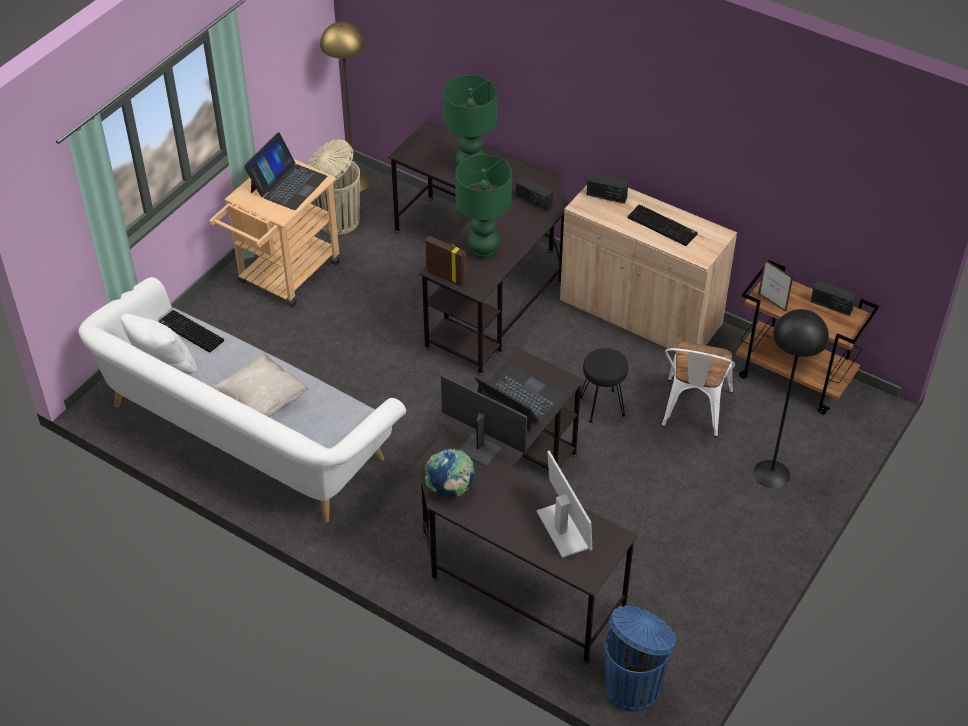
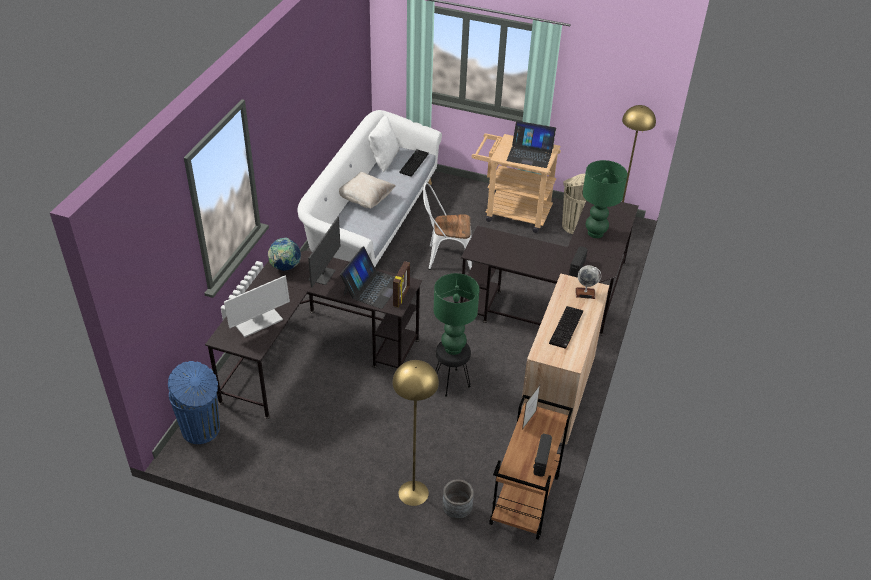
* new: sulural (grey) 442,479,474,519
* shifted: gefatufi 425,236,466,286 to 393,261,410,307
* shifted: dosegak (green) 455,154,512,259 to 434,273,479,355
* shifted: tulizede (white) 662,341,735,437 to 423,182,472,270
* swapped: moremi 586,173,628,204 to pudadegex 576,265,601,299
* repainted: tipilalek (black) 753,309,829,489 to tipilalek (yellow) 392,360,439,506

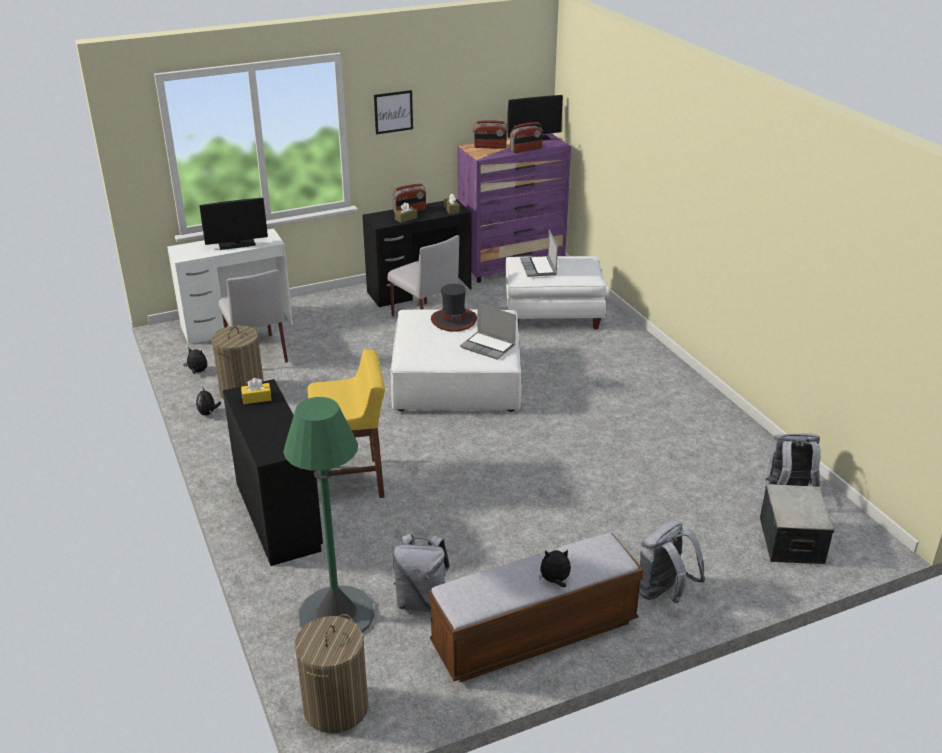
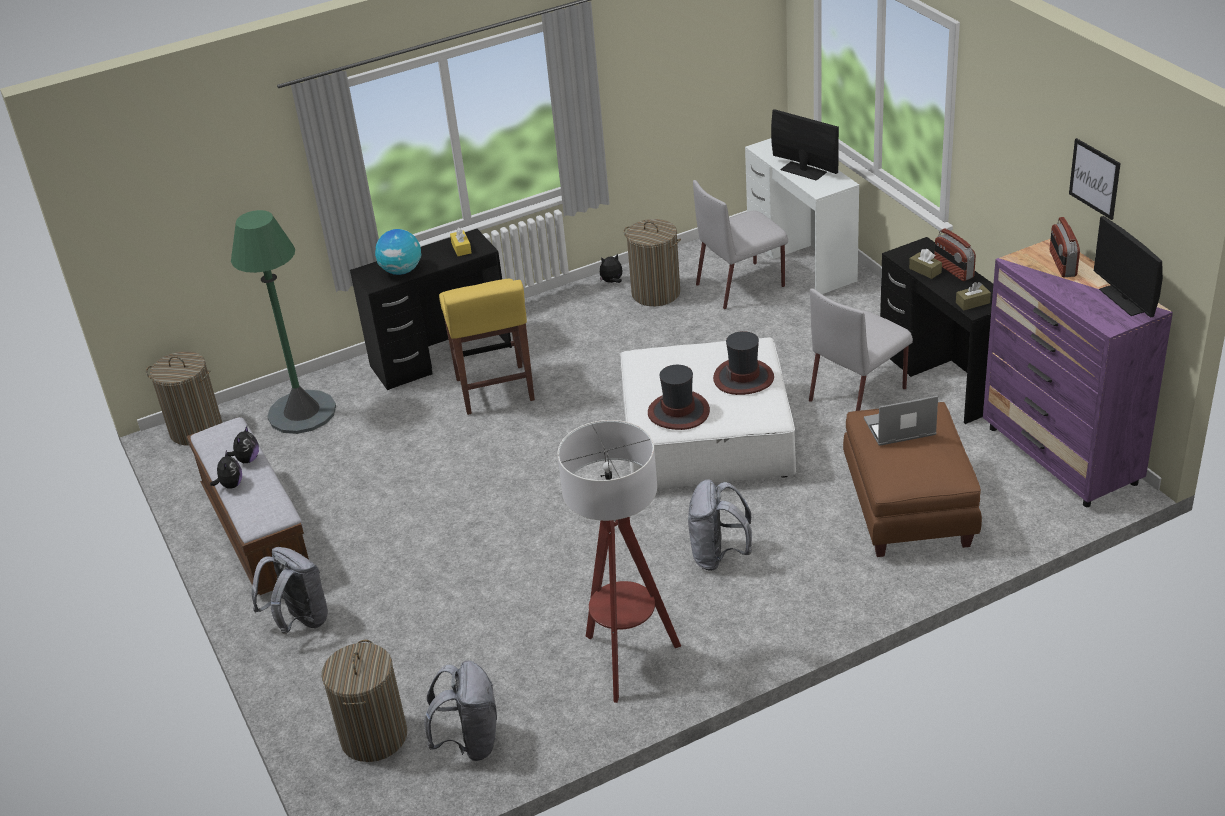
* gone: moremi 510,122,543,153
* new: pudadegex 375,229,422,275
* new: tipilalek 557,420,681,703
* shifted: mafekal 184,348,207,374 to 227,426,259,463
* shifted: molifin 374,90,413,135 to 1069,138,1121,220
* shifted: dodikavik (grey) 392,534,450,612 to 688,479,752,571
* swapped: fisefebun 460,303,516,360 to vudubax 648,365,710,430
* swapped: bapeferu 760,484,834,564 to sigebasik 322,640,407,762
* repainted: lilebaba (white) 505,256,606,329 to lilebaba (brown) 843,402,982,557
* rotated: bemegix 199,198,268,250 = 771,109,839,181 150 degrees clockwise

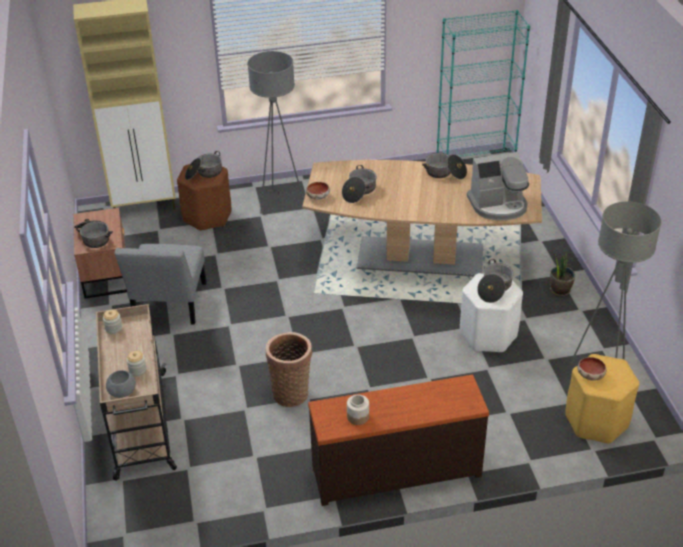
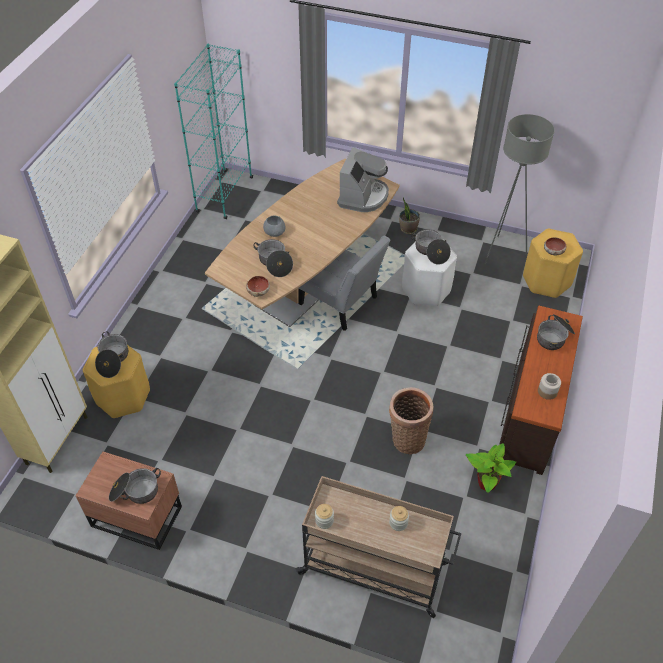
* gone: tipilalek (grey) 247,51,304,214
* new: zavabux 466,443,516,493
* shifted: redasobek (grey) 106,370,136,398 to 263,216,285,237
* shifted: tulizede (grey) 114,244,207,325 to 298,236,390,331
* shifted: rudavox 422,153,467,179 to 537,314,575,350
* repainted: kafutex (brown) 177,164,231,231 to kafutex (yellow) 83,345,150,418

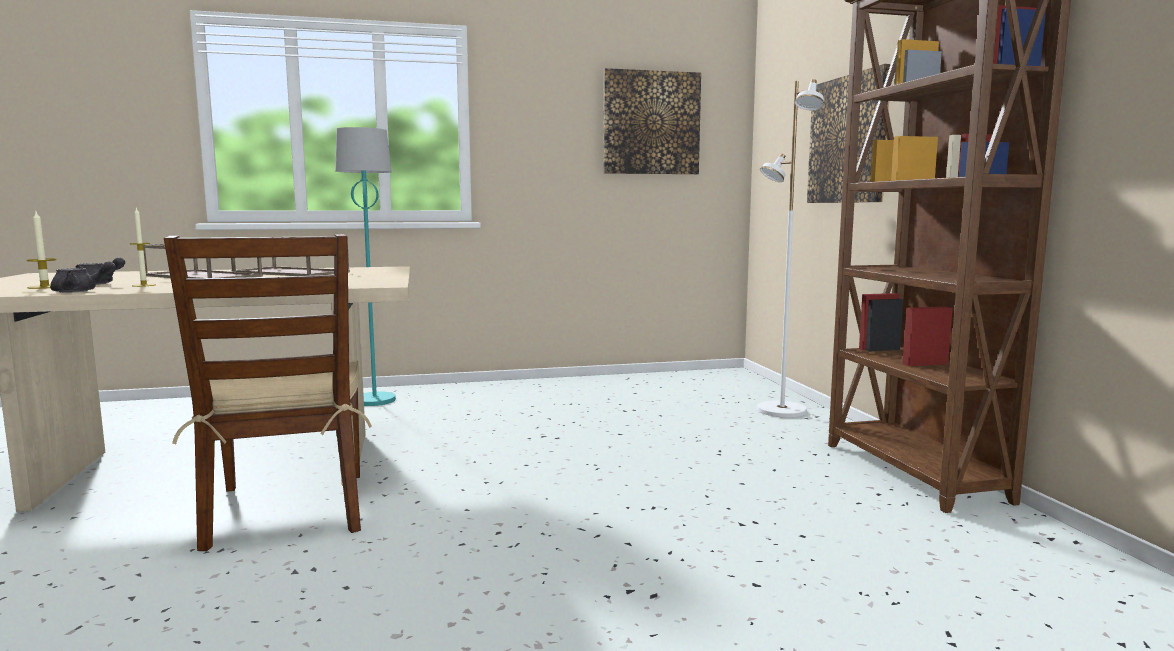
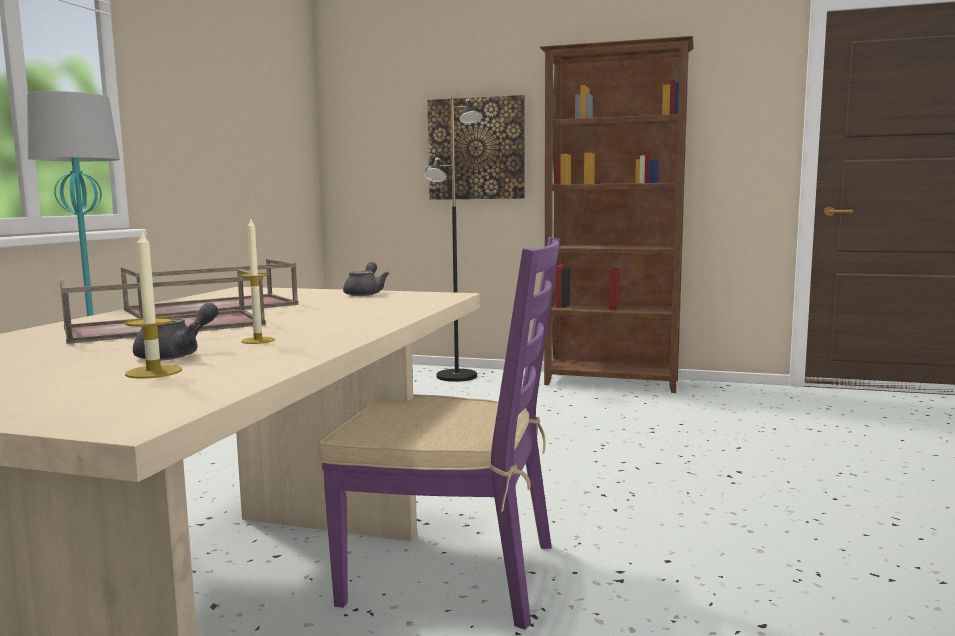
* gone: molifin 603,68,701,174
* shifted: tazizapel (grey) 50,261,116,293 to 343,262,389,296
* repainted: tulizede (brown) 164,234,372,551 to tulizede (purple) 318,237,560,630
* repainted: tipilalek (white) 757,79,824,418 to tipilalek (black) 424,97,483,382

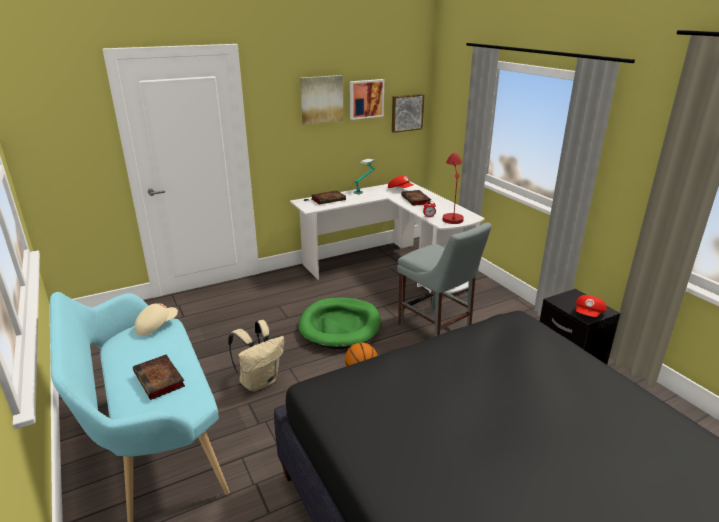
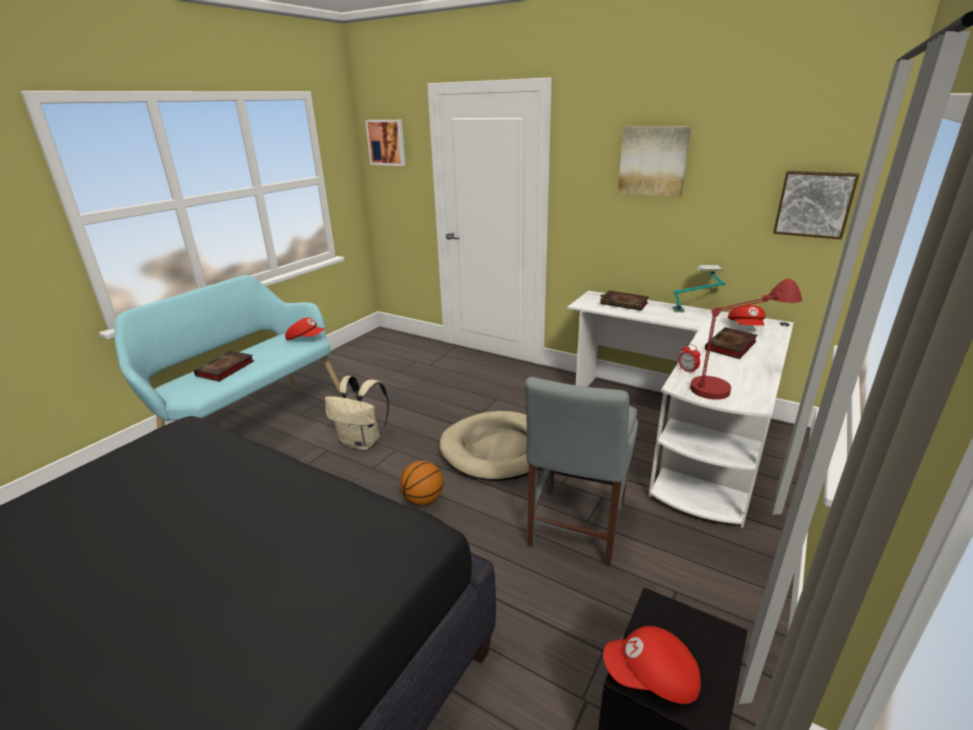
* shifted: molifin 350,79,384,120 to 365,120,406,166
* repainted: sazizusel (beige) 135,303,178,336 to sazizusel (red) 285,318,325,340
* repainted: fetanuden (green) 299,297,381,349 to fetanuden (beige) 440,411,542,481

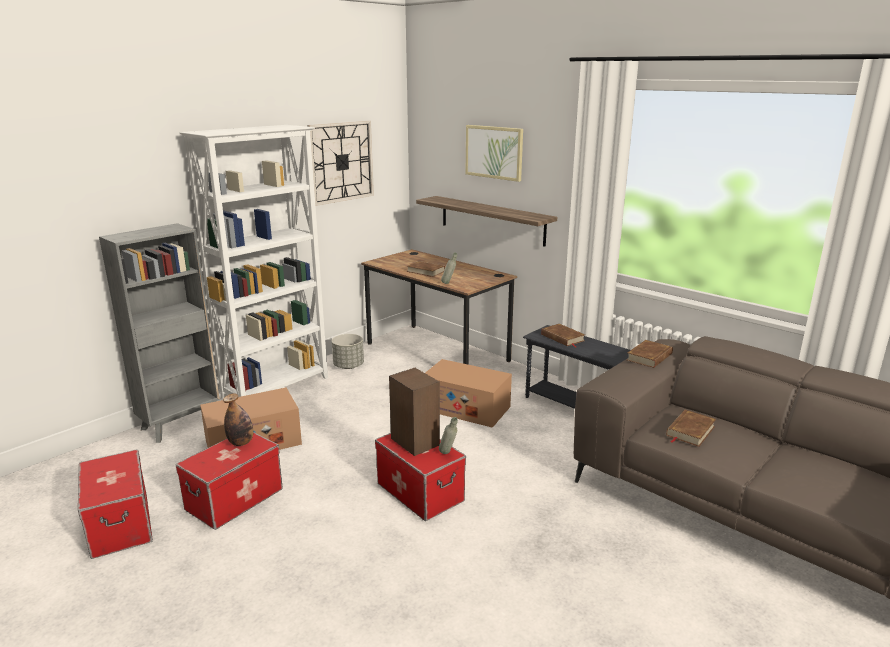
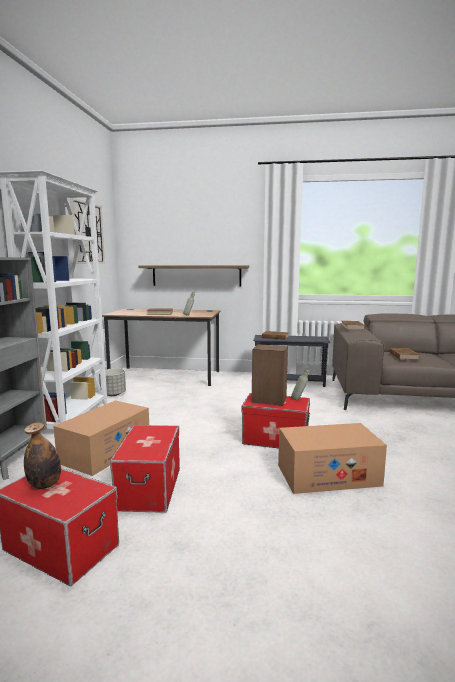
* gone: molifin 466,125,523,182
* shifted: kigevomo 223,393,253,446 to 24,422,61,489
* shifted: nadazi 425,359,512,428 to 278,423,387,494

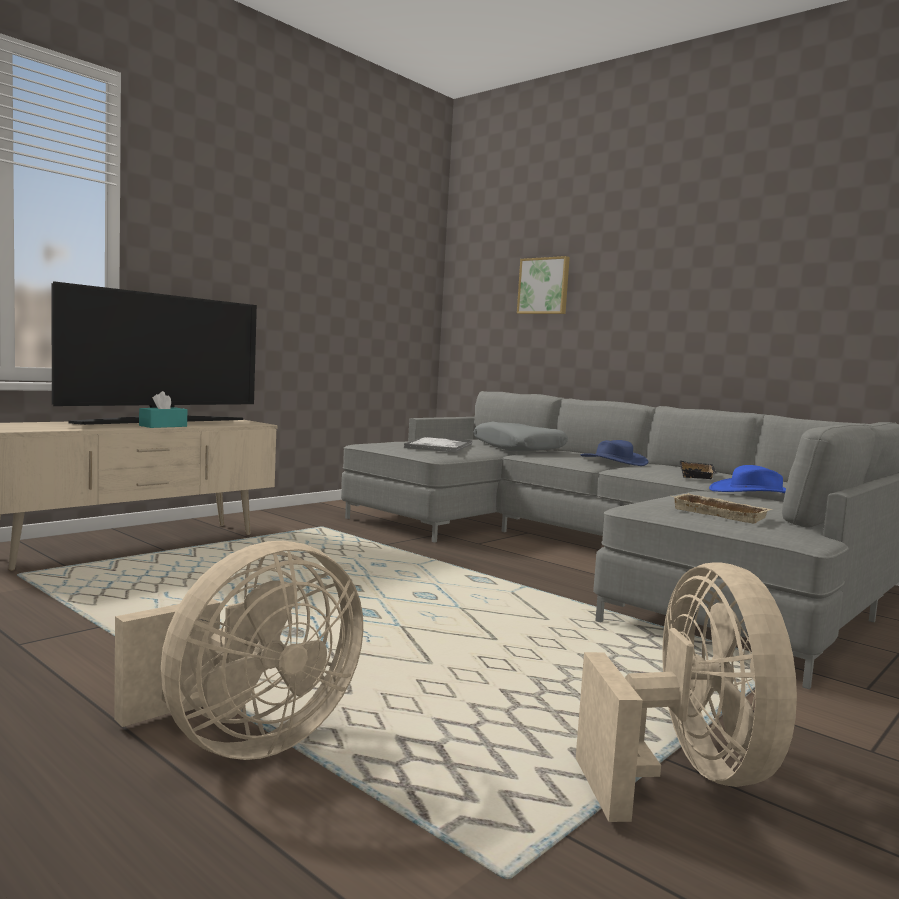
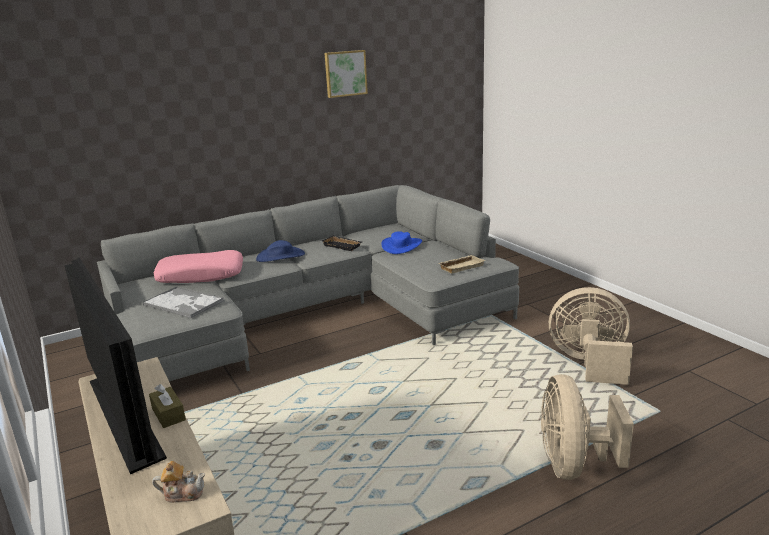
* new: tazizapel 152,461,205,503
* shifted: molifin 517,256,570,314 to 325,50,368,98
* repainted: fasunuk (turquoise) 139,391,187,428 to fasunuk (brown) 149,384,186,428
* repainted: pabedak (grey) 474,422,568,451 to pabedak (pink) 154,250,243,283
* rotated: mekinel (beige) 114,541,363,760 = 541,374,634,480 150 degrees counterclockwise

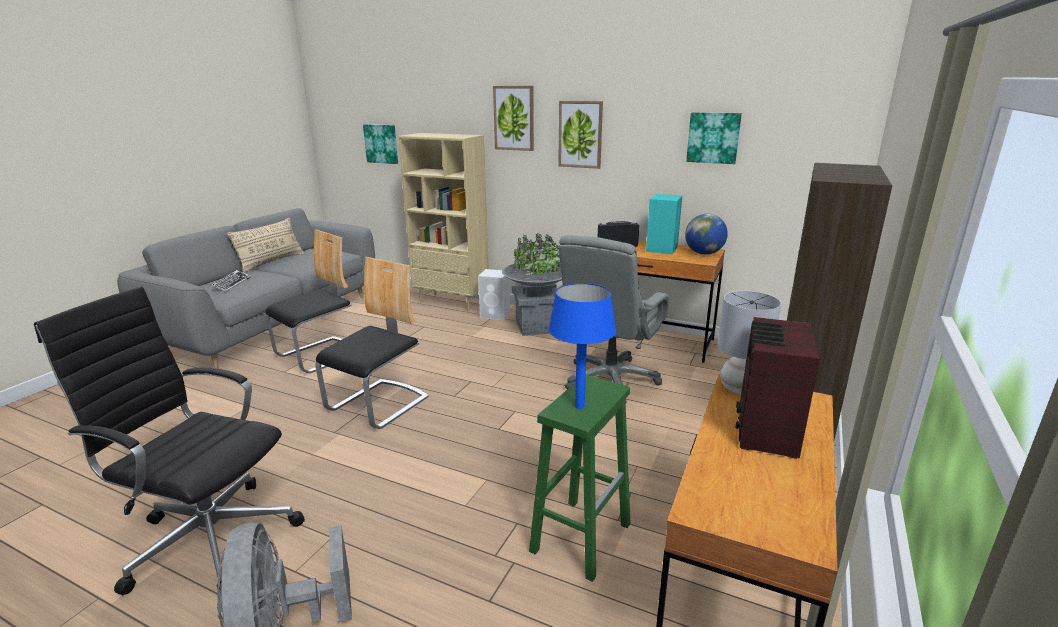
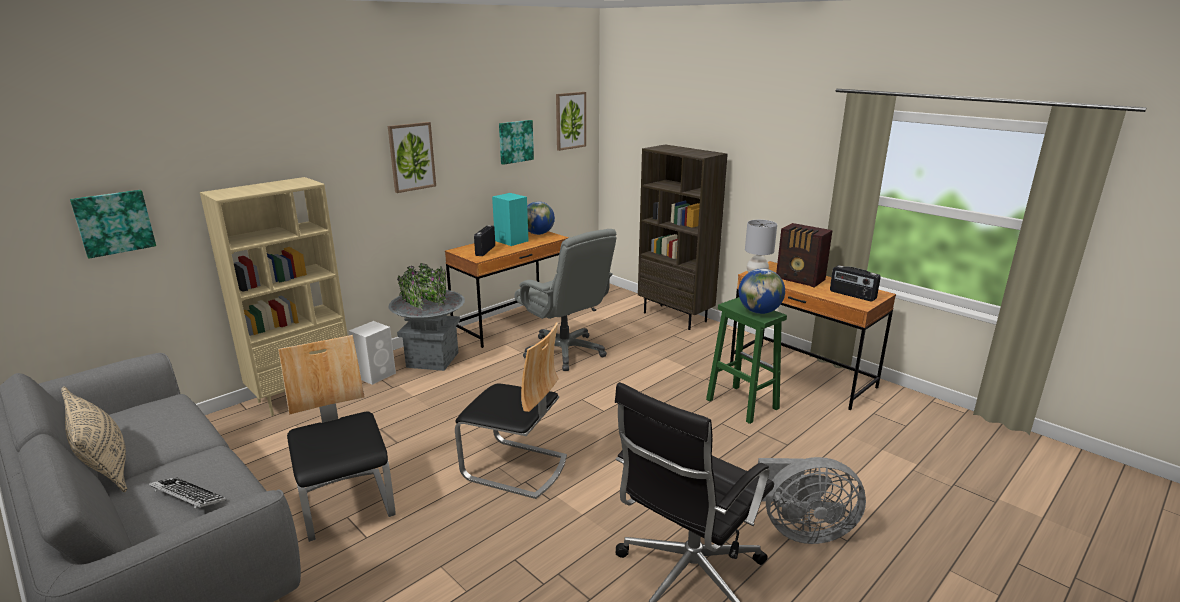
* new: moremi 830,265,881,302
* shifted: molifin 493,86,534,151 to 556,92,586,151
* swapped: dosegak (blue) 548,283,616,409 to pudadegex 738,268,785,314
* rotated: tulizede 315,257,429,429 = 455,322,567,499 150 degrees clockwise

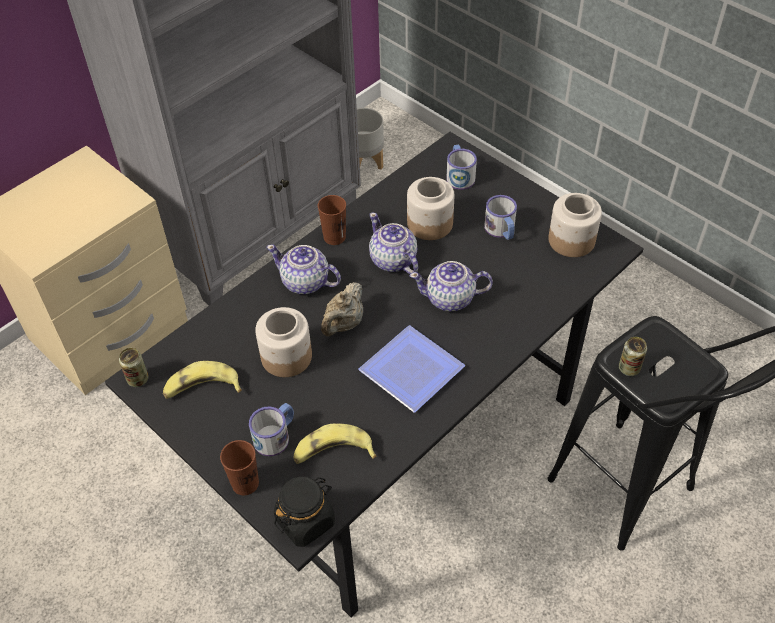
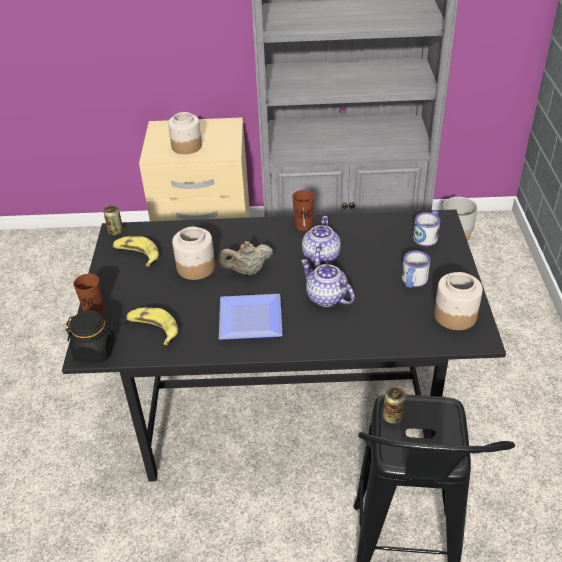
* gone: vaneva 249,403,294,456
* gone: tazizapel 266,245,341,294
* shifted: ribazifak 407,177,455,240 to 168,112,202,154

